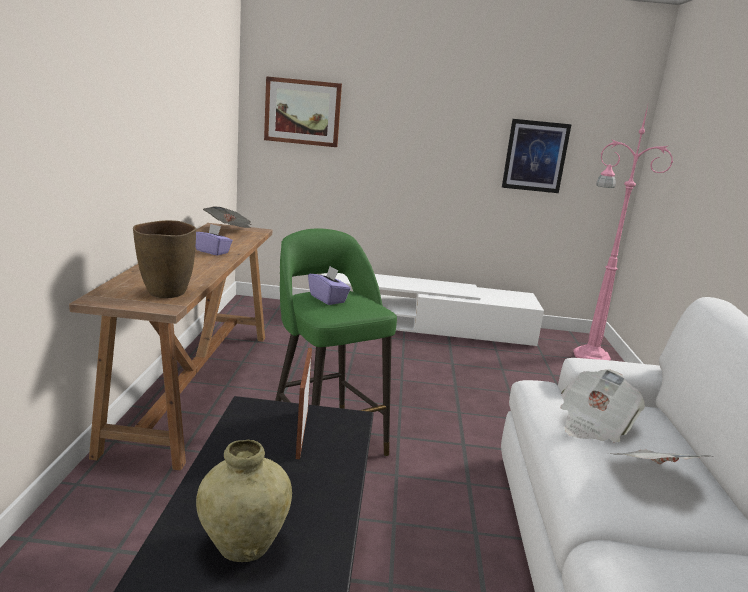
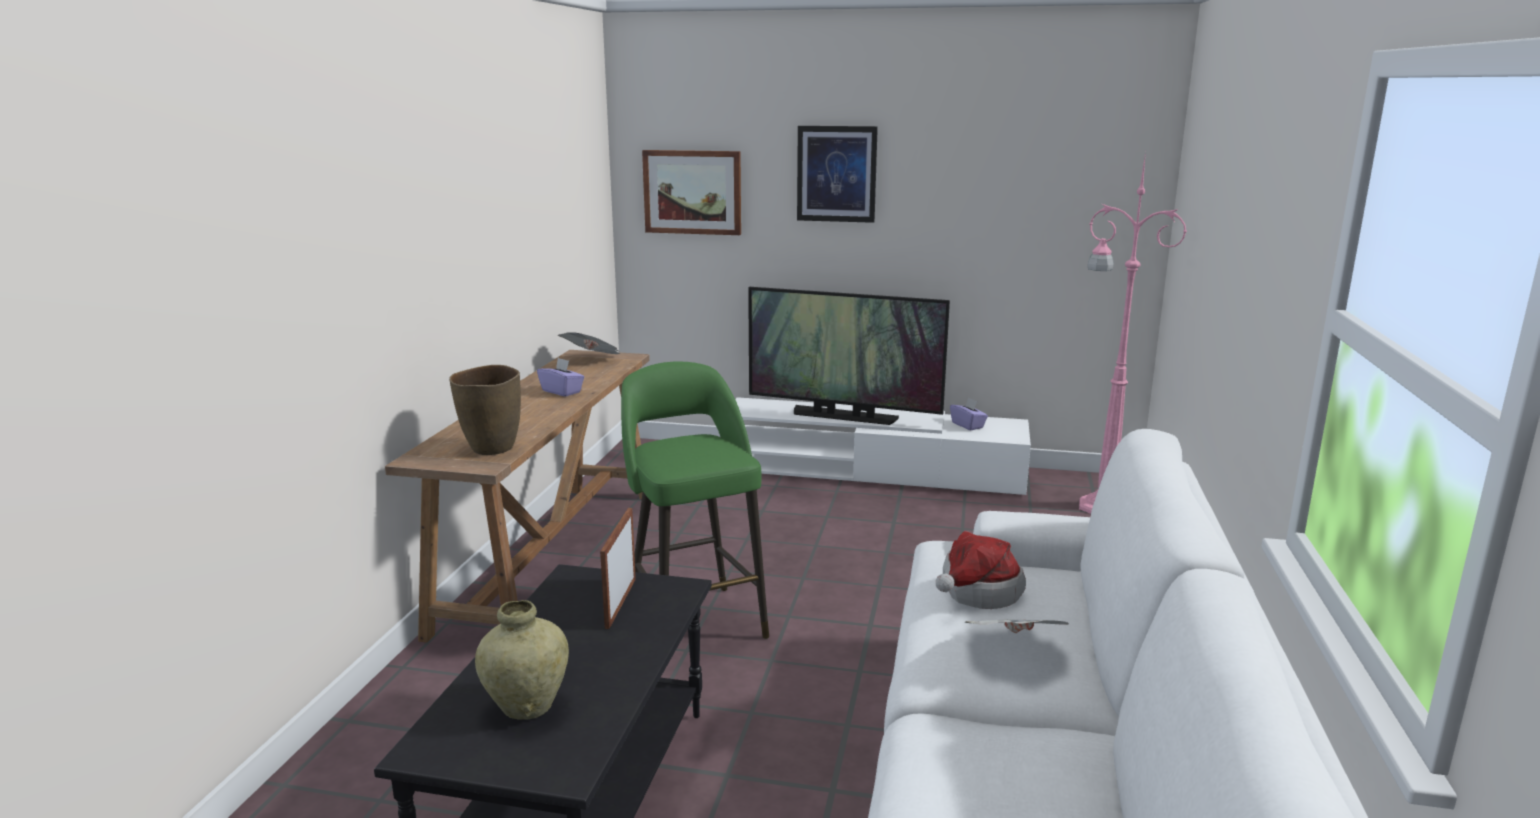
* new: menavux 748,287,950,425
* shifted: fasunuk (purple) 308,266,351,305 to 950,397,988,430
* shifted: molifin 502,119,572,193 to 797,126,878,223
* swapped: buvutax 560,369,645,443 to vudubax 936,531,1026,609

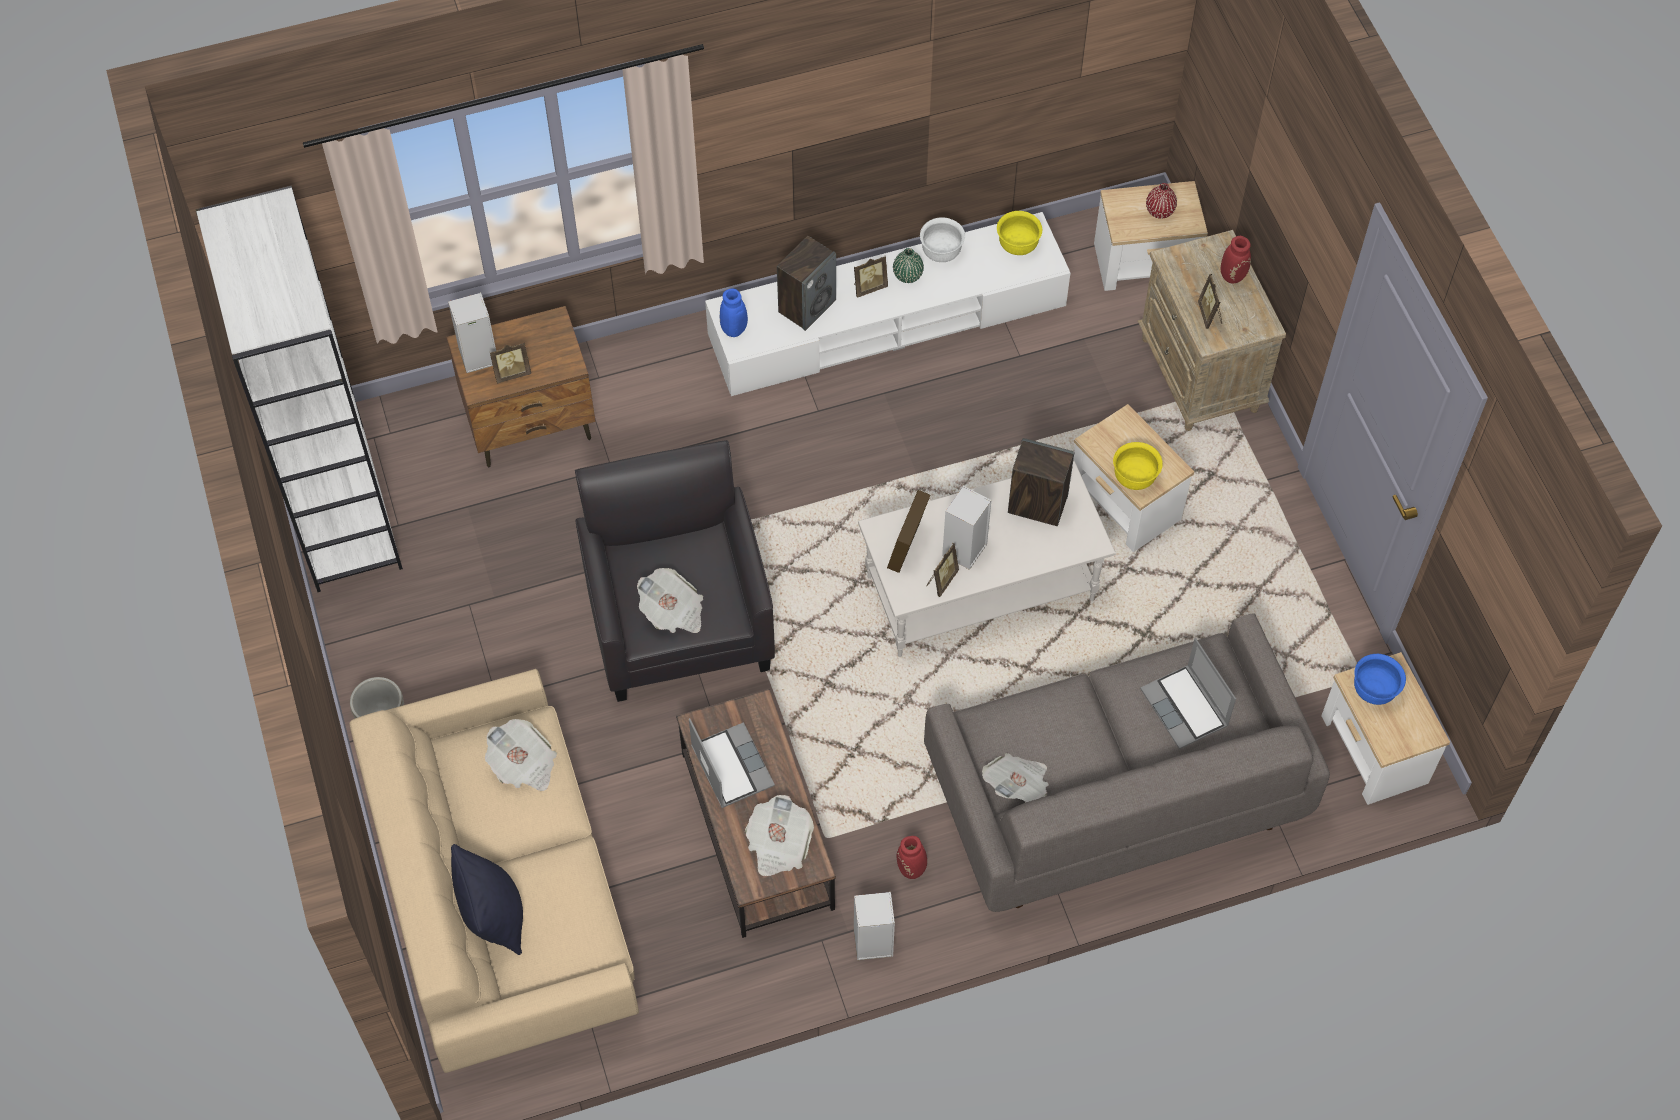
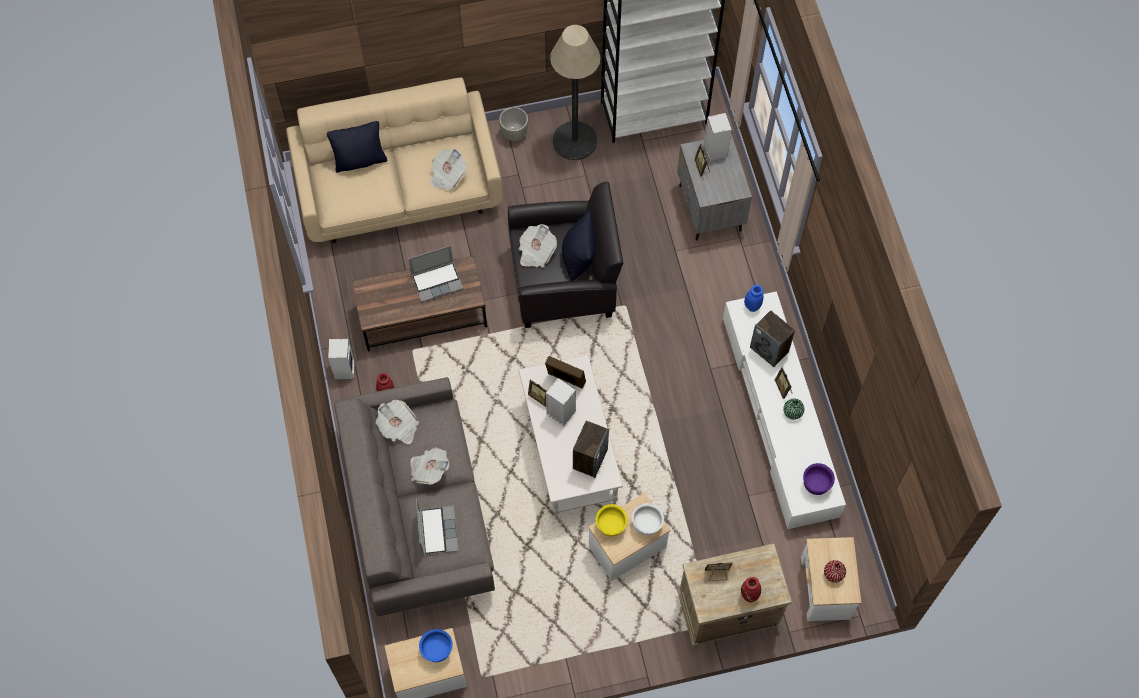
* new: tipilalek 550,25,601,160
* new: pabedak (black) 562,211,596,281
* shifted: buvutax 745,795,814,876 to 410,447,449,485
* shifted: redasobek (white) 920,217,965,262 to 632,503,664,535
* repainted: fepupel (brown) 446,306,596,467 to fepupel (grey) 677,134,752,241
* repainted: redasobek (yellow) 997,211,1042,255 to redasobek (purple) 803,463,835,495
* rotated: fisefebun 1140,638,1236,749 = 416,498,458,555 105 degrees clockwise

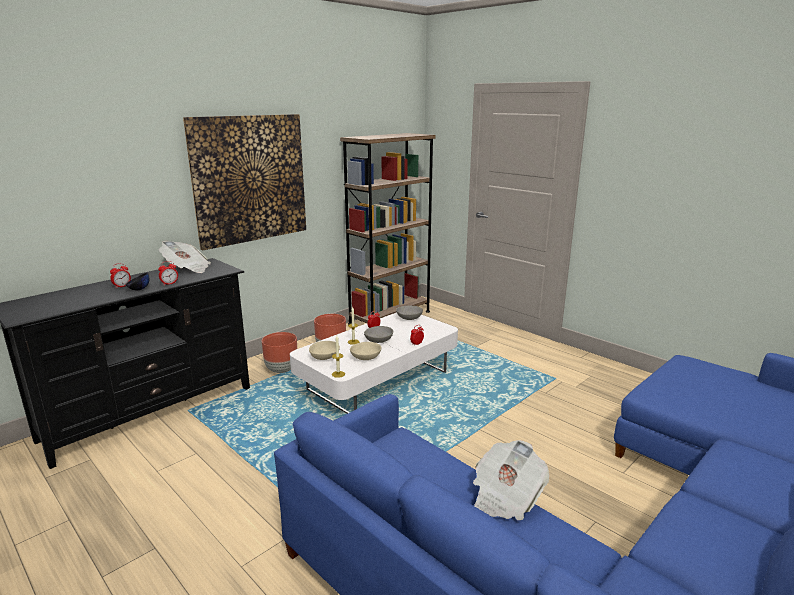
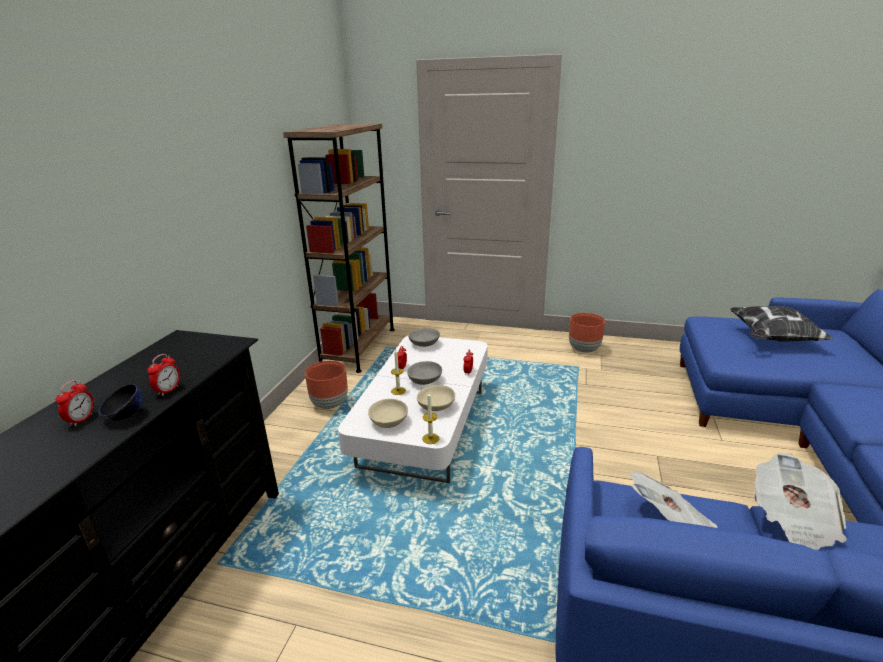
* gone: molifin 183,114,306,250
* new: pabedak 730,306,833,342
* shifted: buvutax 159,241,211,273 to 630,471,718,528
* shifted: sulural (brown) 262,332,297,373 to 569,313,605,353

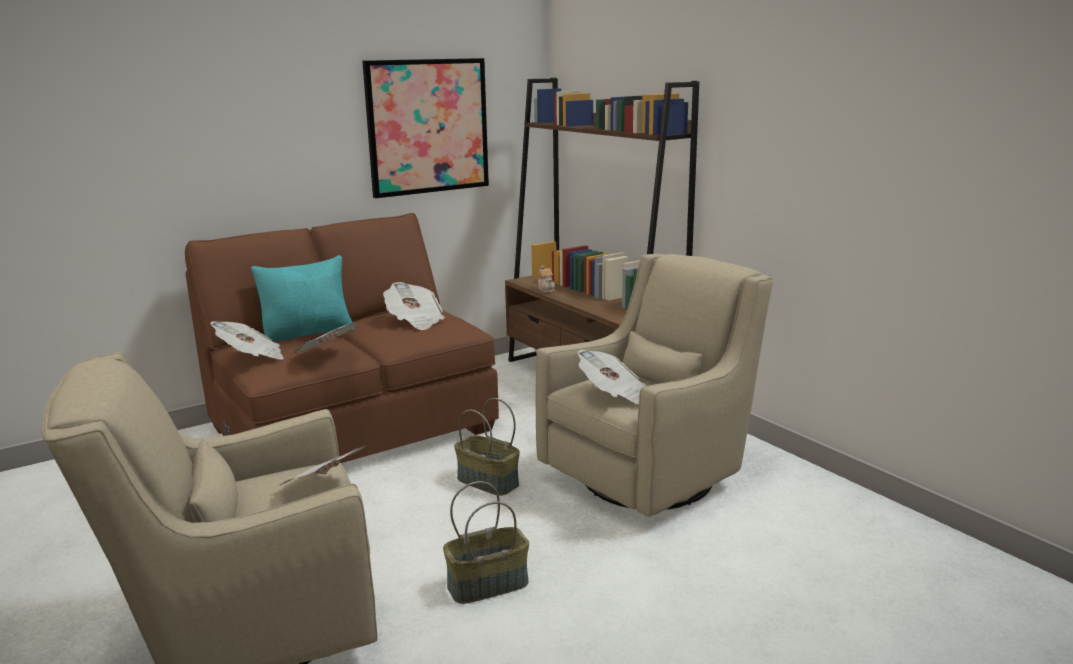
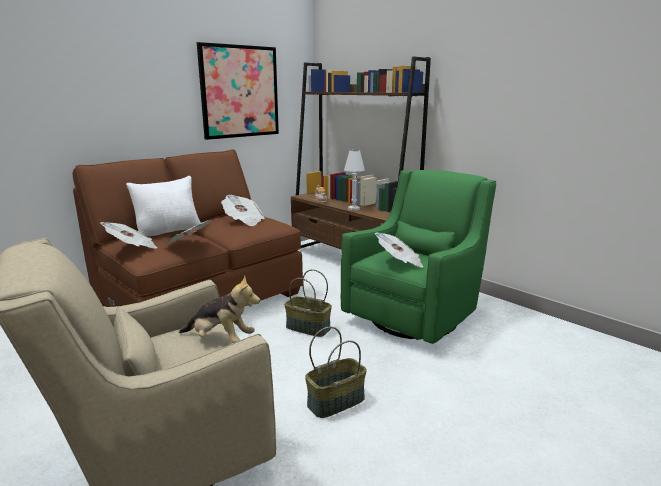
* new: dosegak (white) 344,150,365,211
* swapped: buvutax 276,446,365,487 to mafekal 179,275,260,343
* repainted: pabedak (turquoise) 251,255,354,342 to pabedak (white) 126,176,201,237
* repainted: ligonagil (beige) 535,254,773,517 to ligonagil (green) 341,170,496,344

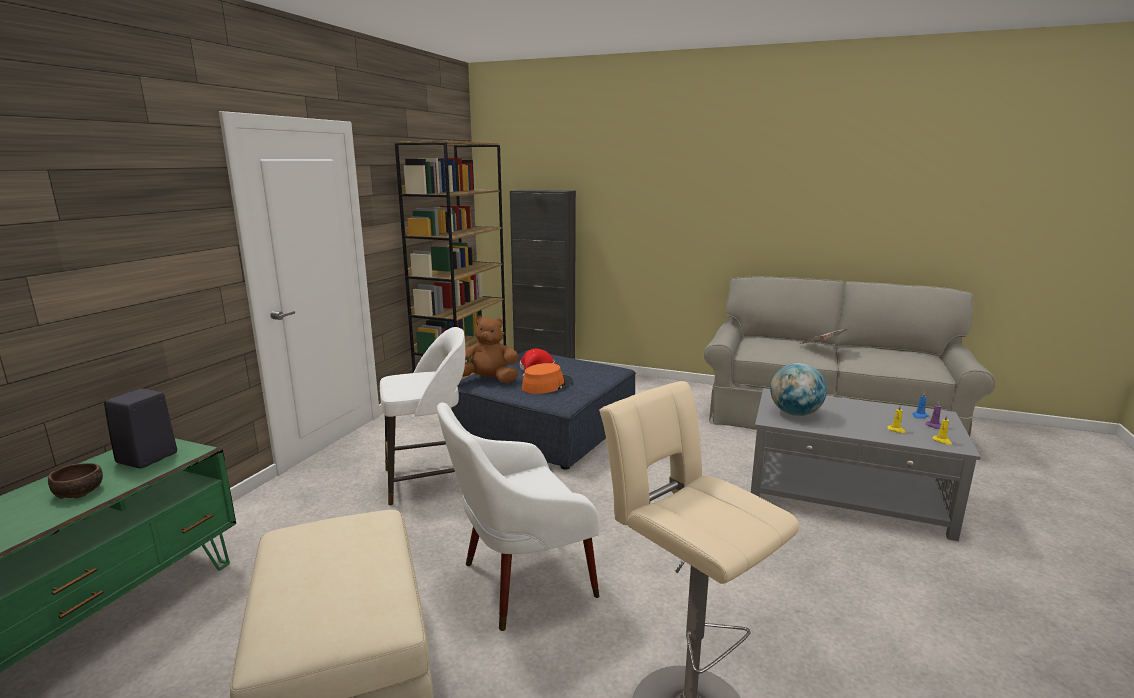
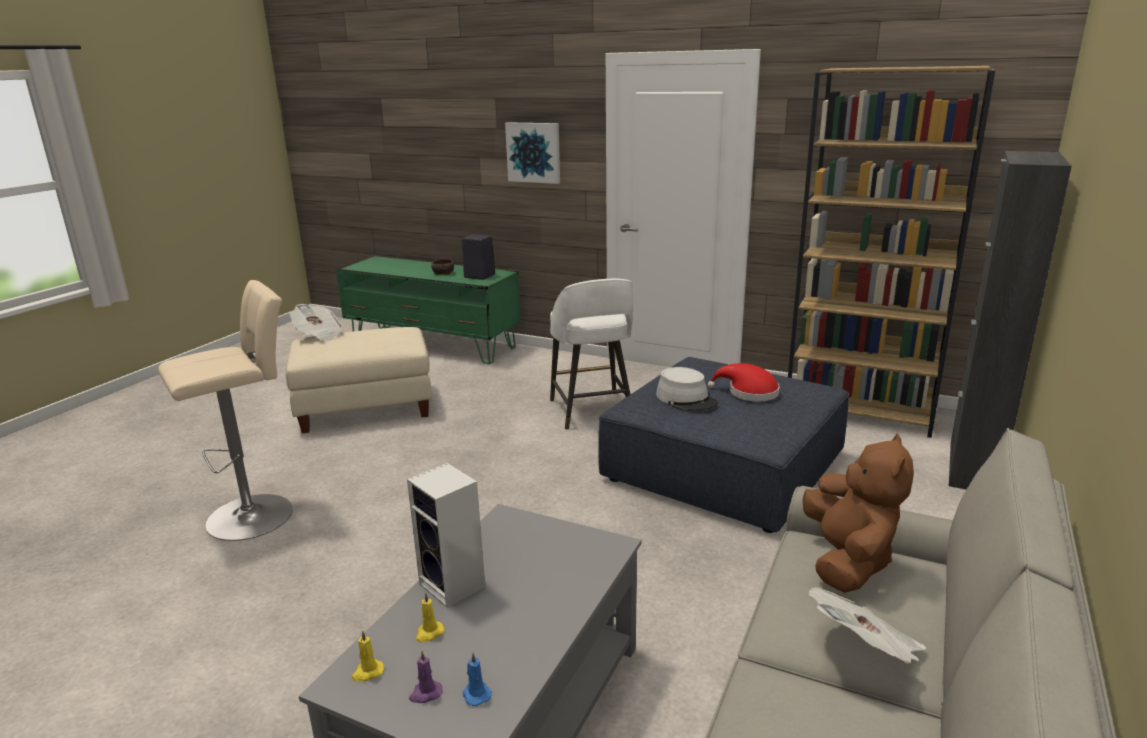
* gone: ligonagil (white) 437,403,599,631
* gone: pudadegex 770,363,827,416
* new: buvutax 289,304,344,342
* new: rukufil 407,463,485,608
* new: molifin 505,123,560,184
* shifted: mafekal (brown) 462,316,519,383 to 802,434,914,593
* repainted: vudubax (orange) 522,363,573,394 to vudubax (grey) 656,367,718,411

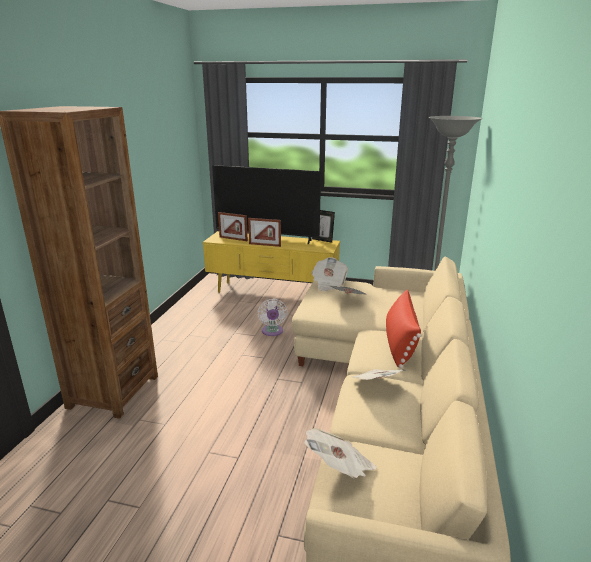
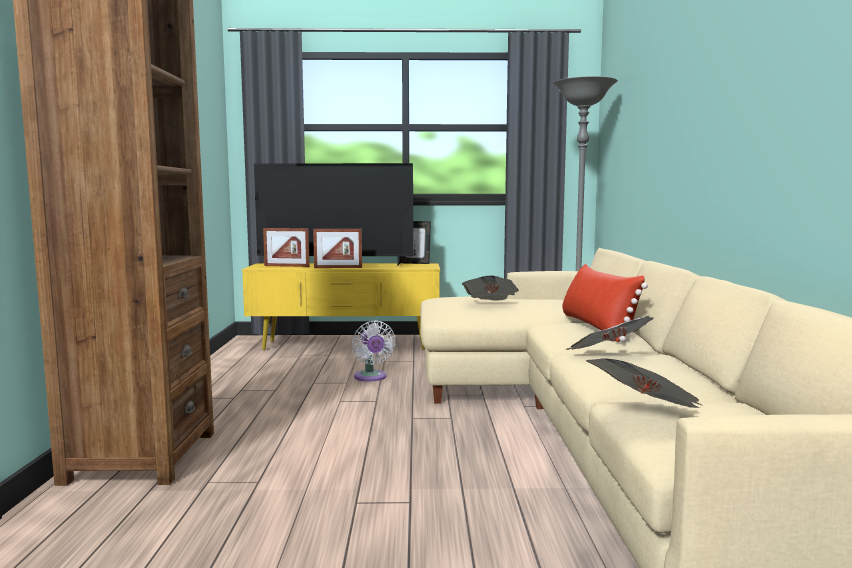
* gone: buvutax 312,257,348,291

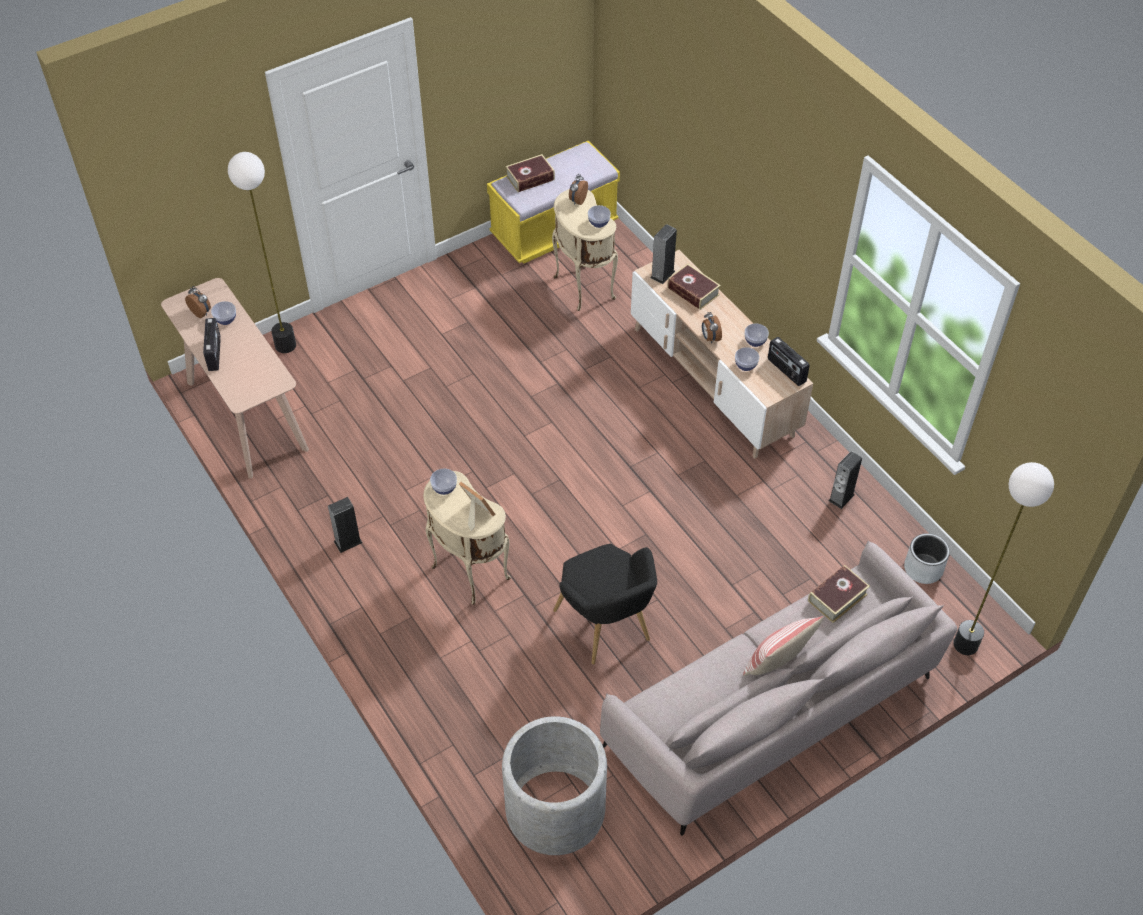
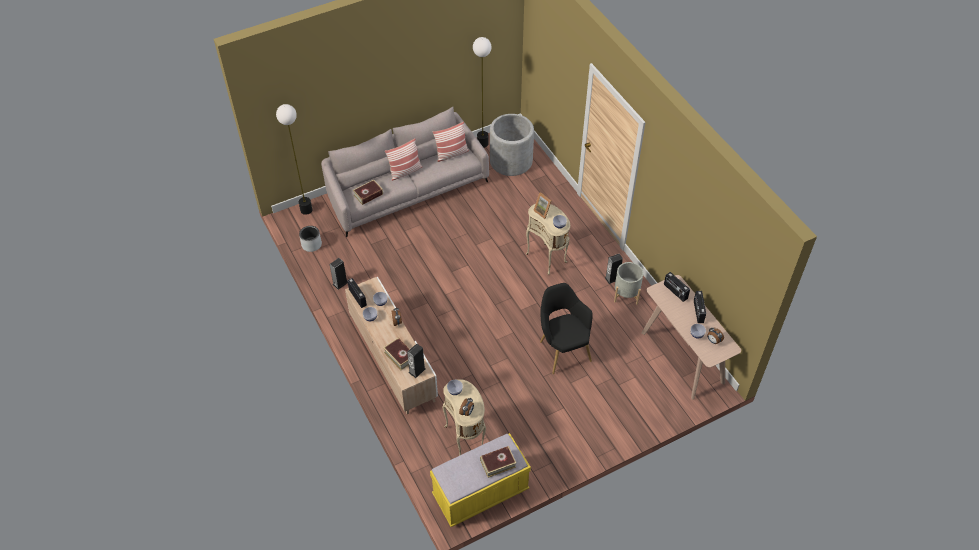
* new: pabedak 433,122,469,162
* new: sulural (grey) 614,262,644,305
* new: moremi 664,272,690,302
* shifted: tipilalek 228,152,296,353 to 473,37,492,148
* shifted: ligonagil (black) 553,544,657,664 to 540,283,593,374

